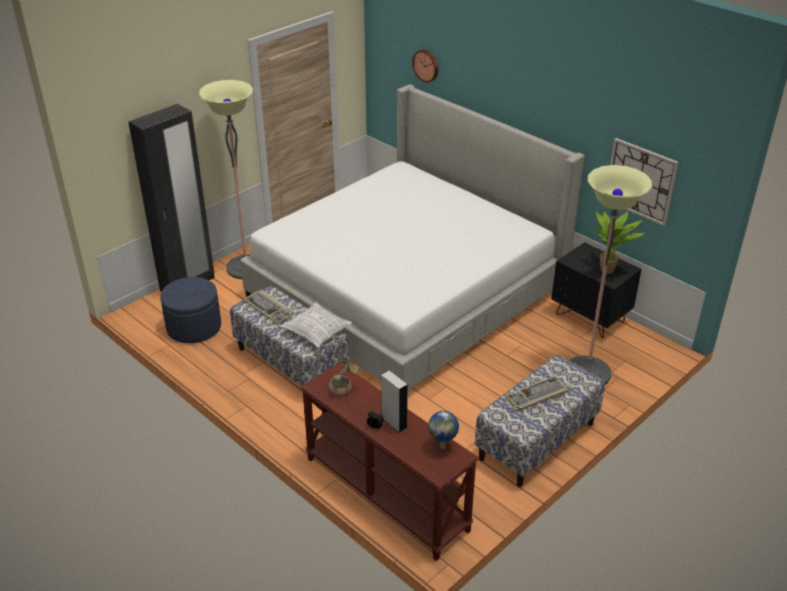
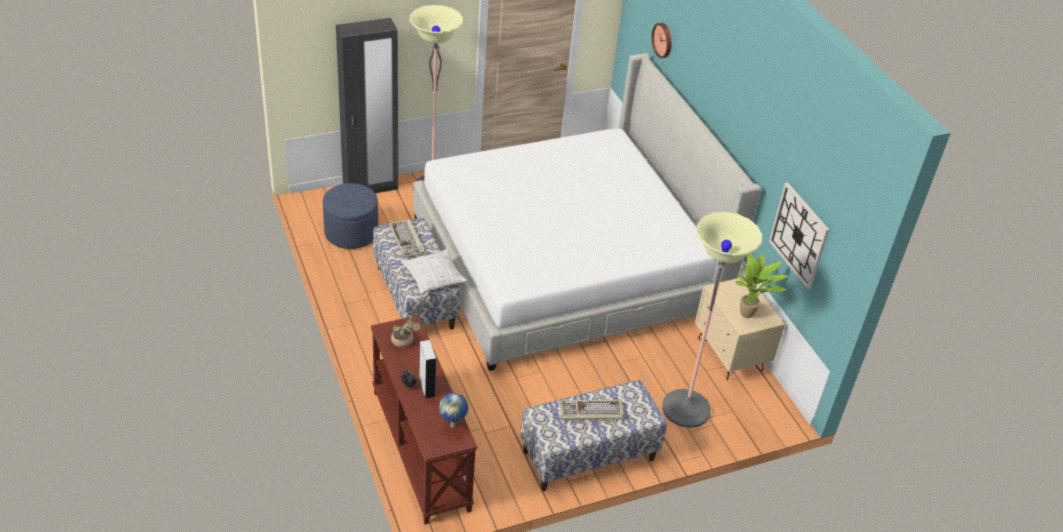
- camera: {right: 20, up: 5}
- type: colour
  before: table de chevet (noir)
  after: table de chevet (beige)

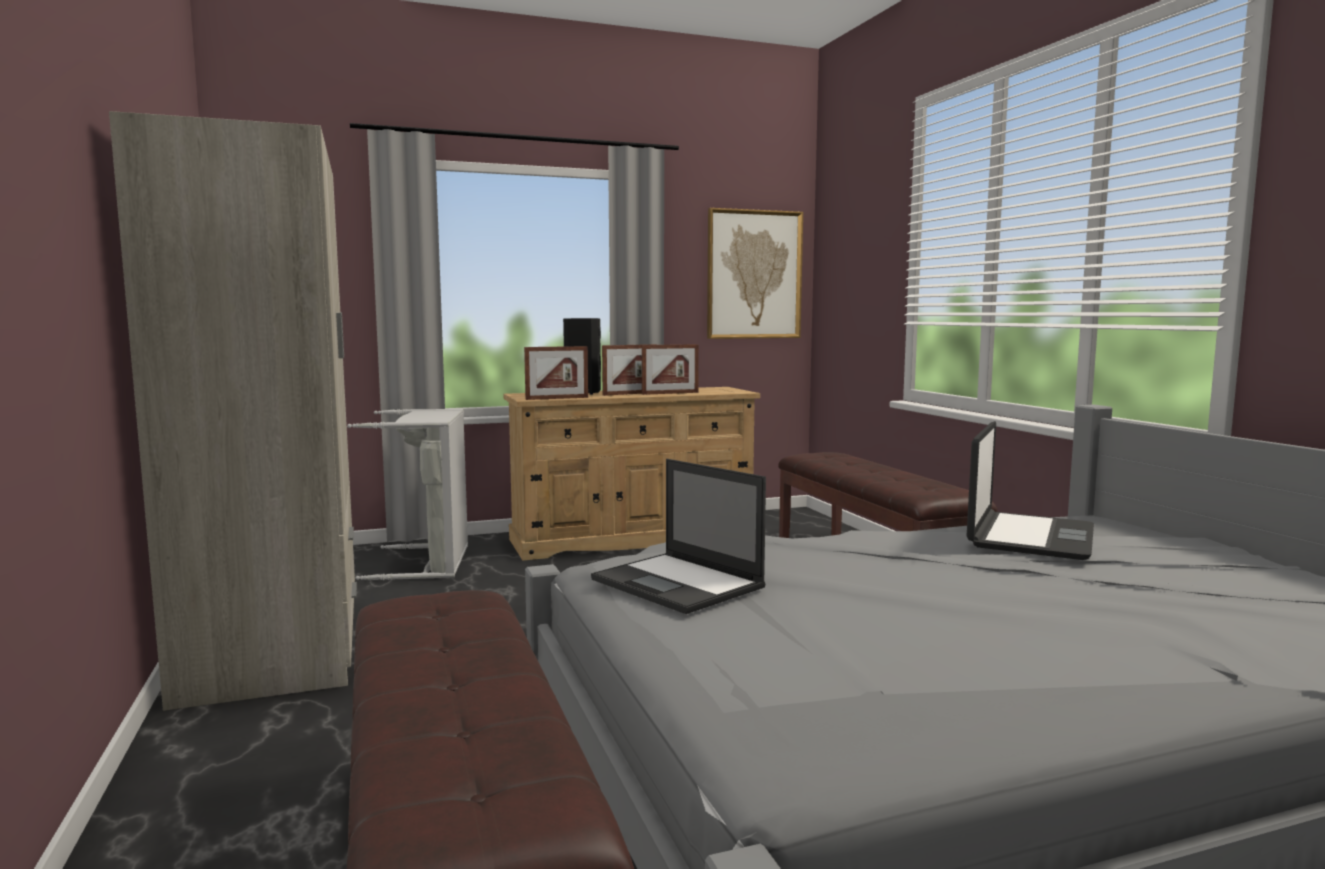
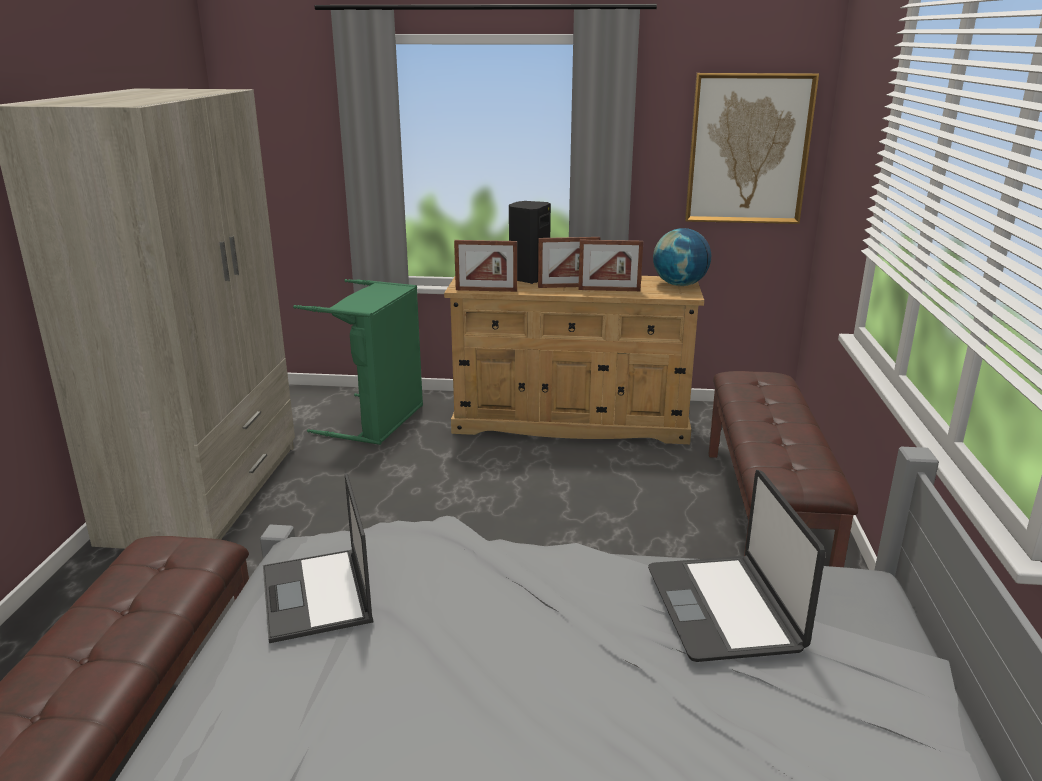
- camera: {right: 25, up: 15}
- type: colour
  before: panier à linge (gris)
  after: panier à linge (vert)
- type: spun
  before: ordinateur portable (no. 2 from left)
  turn: 120
- type: appeared
  after: globe

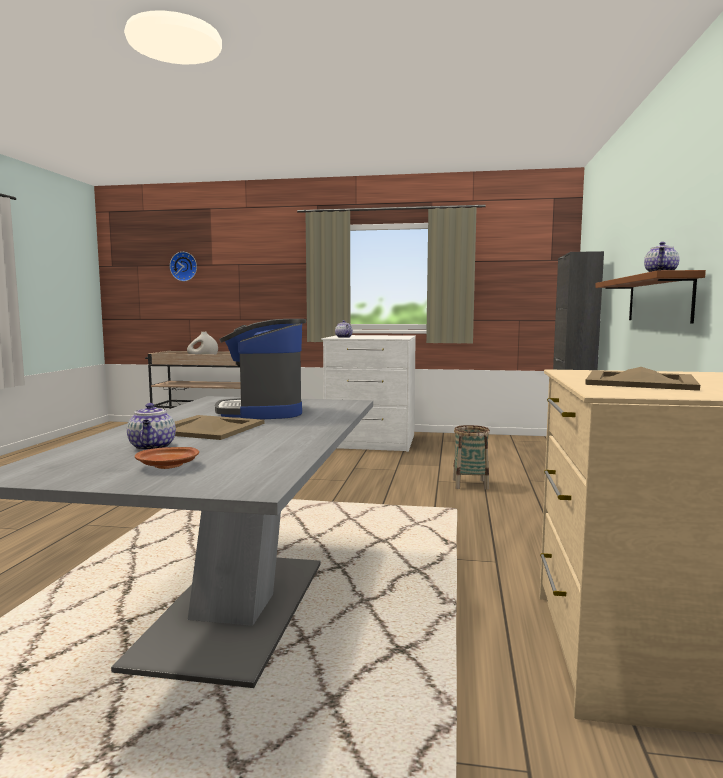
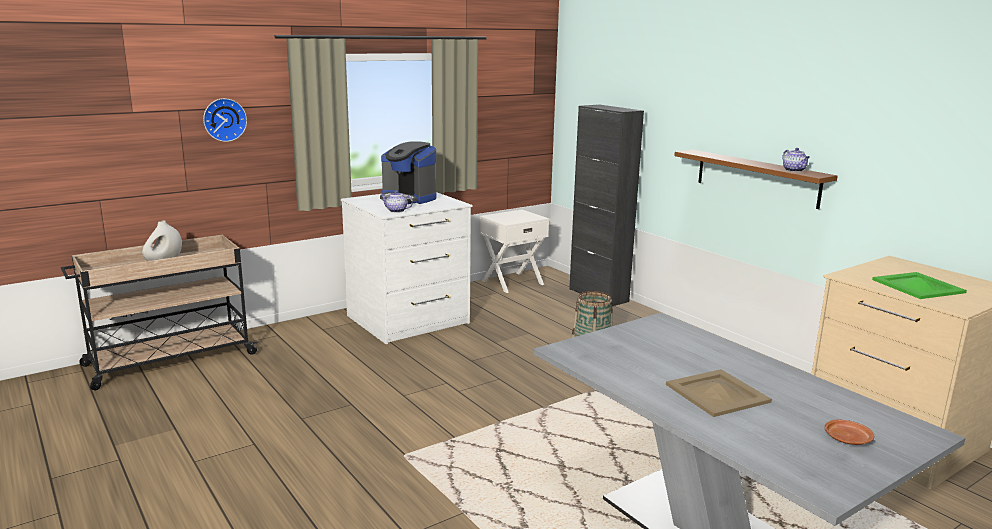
- camera: {right: -45, up: 10}
- type: relocated
  before: horloge murale
- type: relocated
  before: machine à café
- type: colour
  before: plateau (beige) (no. 2 from left)
  after: plateau (vert)
- type: missing
  before: théière (no. 1 from left)
- type: appeared
  after: table de chevet (blanc)

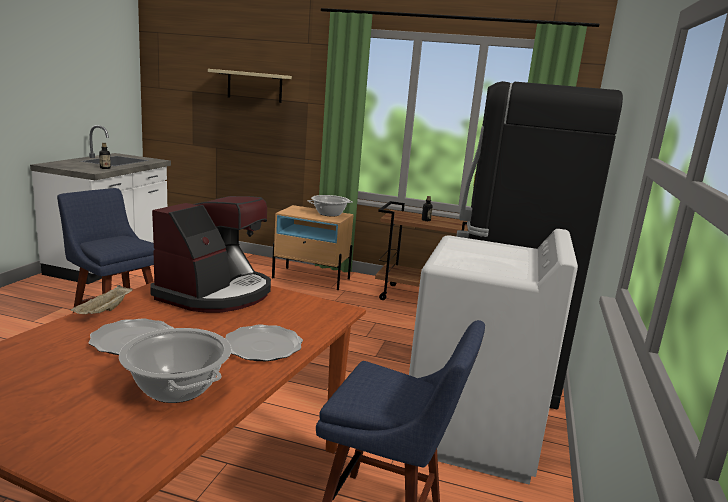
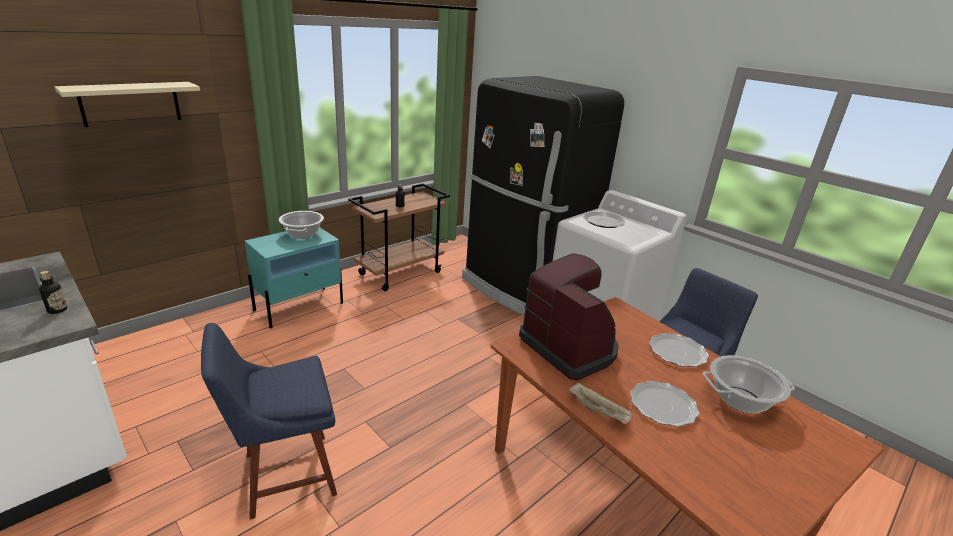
- camera: {right: -60, up: 10}
- type: colour
  before: table de chevet (beige)
  after: table de chevet (turquoise)
- type: appeared
  after: assiette (no. 1 from left)

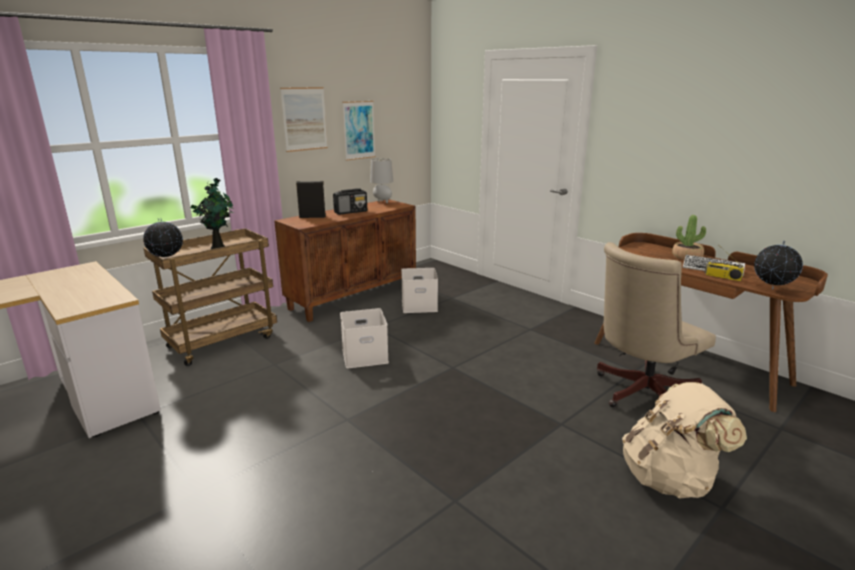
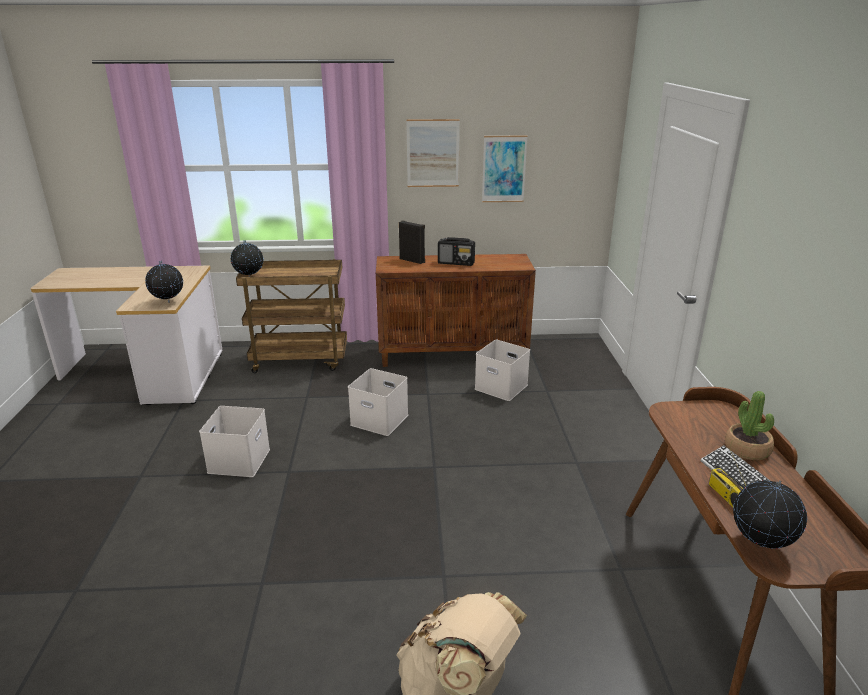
- camera: {right: 40, up: 5}
- type: missing
  before: lampe de table (gris)
- type: missing
  before: plante en pot (no. 1 from left)
- type: missing
  before: chaise de bureau (beige)
- type: appeared
  after: globe (no. 1 from left)
- type: appeared
  after: boîte de rangement (blanc) (no. 1 from left)

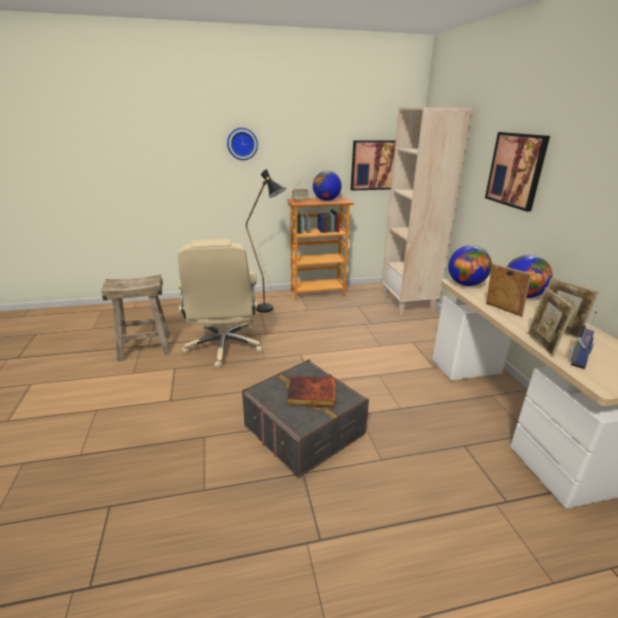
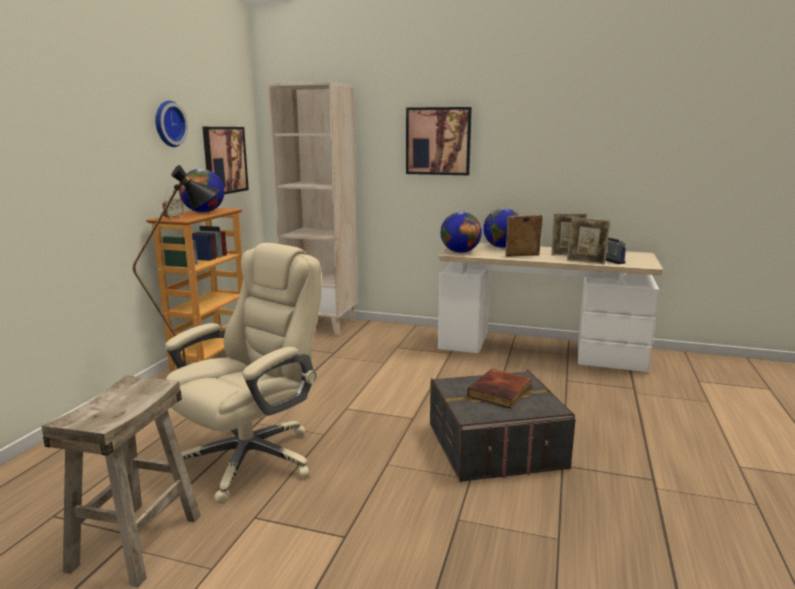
- camera: {right: -60, up: -10}
- type: relocated
  before: horloge murale
- type: spun
  before: chaise de bureau (beige)
  turn: -75

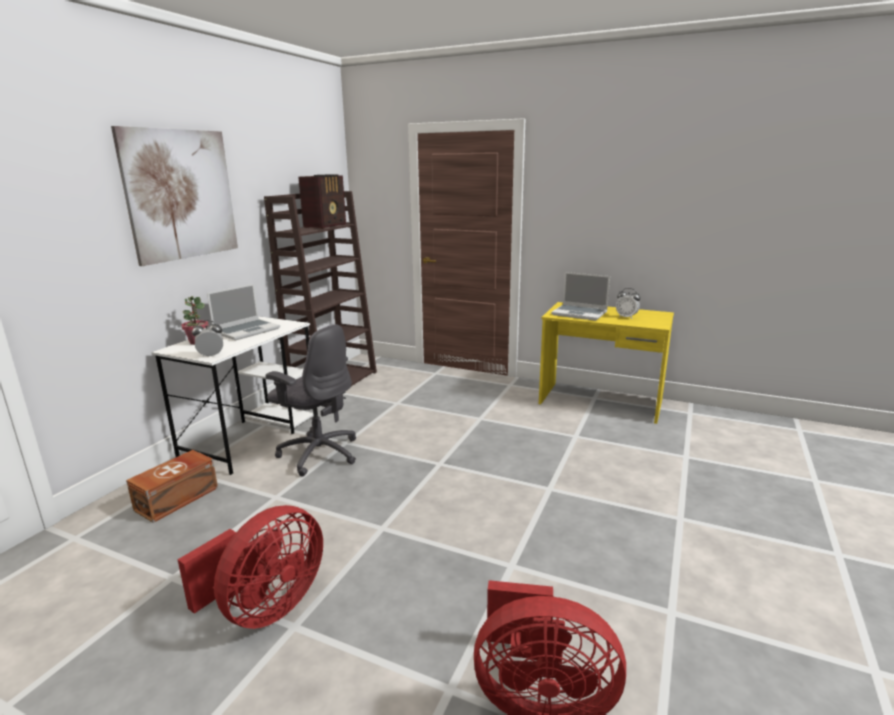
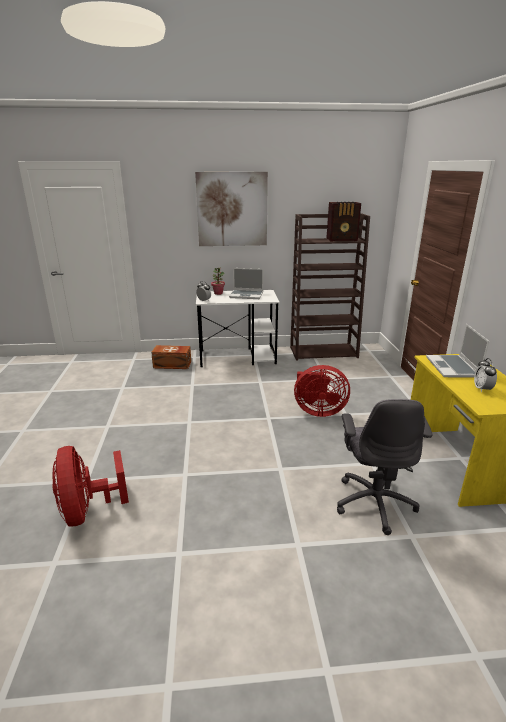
- camera: {right: 60, up: 5}
- type: relocated
  before: chaise de bureau (gris)
- type: relocated
  before: ventilateur (rouge) (no. 1 from left in the first image)
  after: ventilateur (rouge) (no. 2 from left)

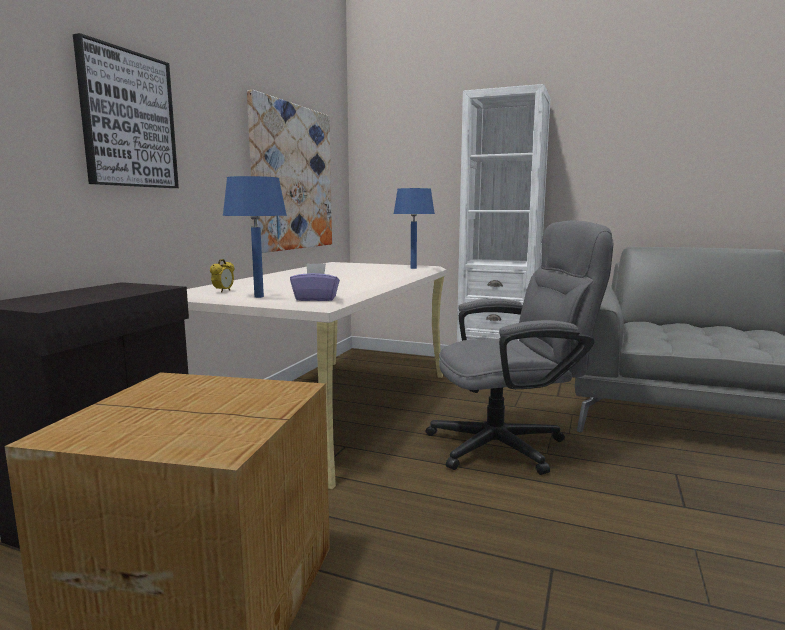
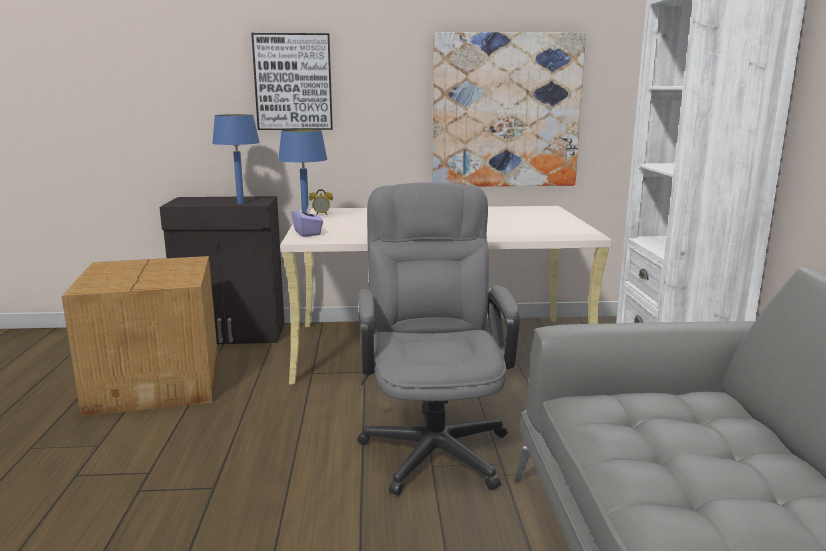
- camera: {right: 65, up: 5}
- type: relocated
  before: lampe de table (bleu) (no. 2 from left in the first image)
  after: lampe de table (bleu) (no. 1 from left)
- type: spun
  before: chaise de bureau (gris)
  turn: -150

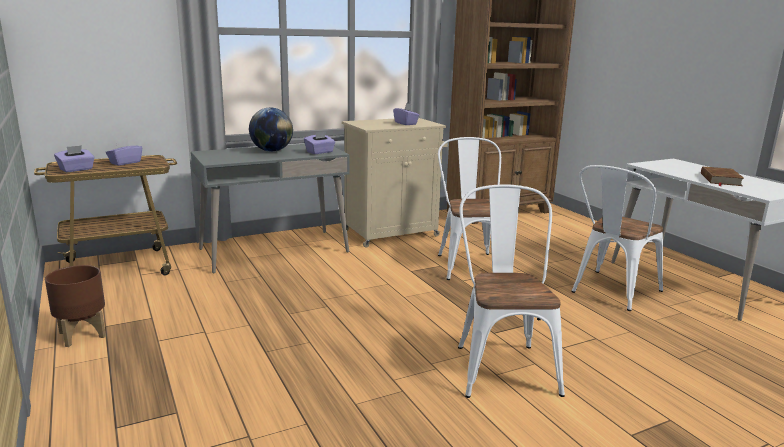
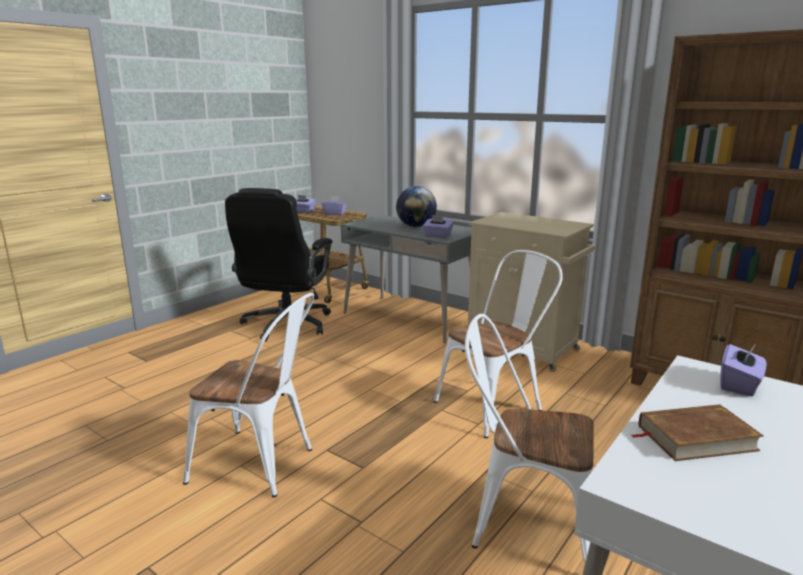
- camera: {right: 65, up: 0}
- type: relocated
  before: boîte à mouchoirs (violet) (no. 4 from left)
- type: spun
  before: chaise (blanc) (no. 2 from left in the first image)
  turn: 45
- type: missing
  before: cache-pot (marron)
- type: appeared
  after: chaise de bureau (noir)

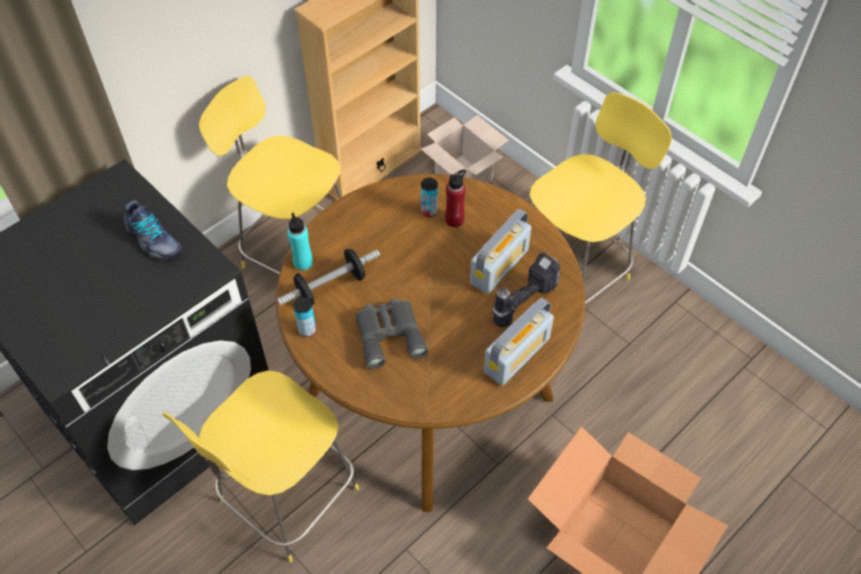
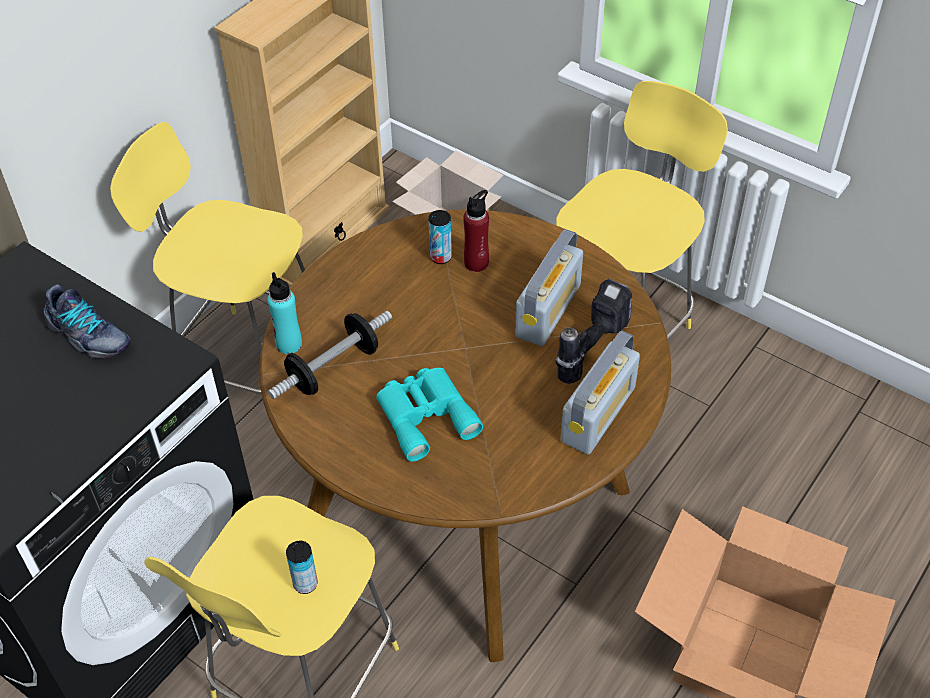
- camera: {right: -10, up: -5}
- type: relocated
  before: boîte métallique (no. 1 from left)
- type: colour
  before: jumelles (gris)
  after: jumelles (turquoise)

